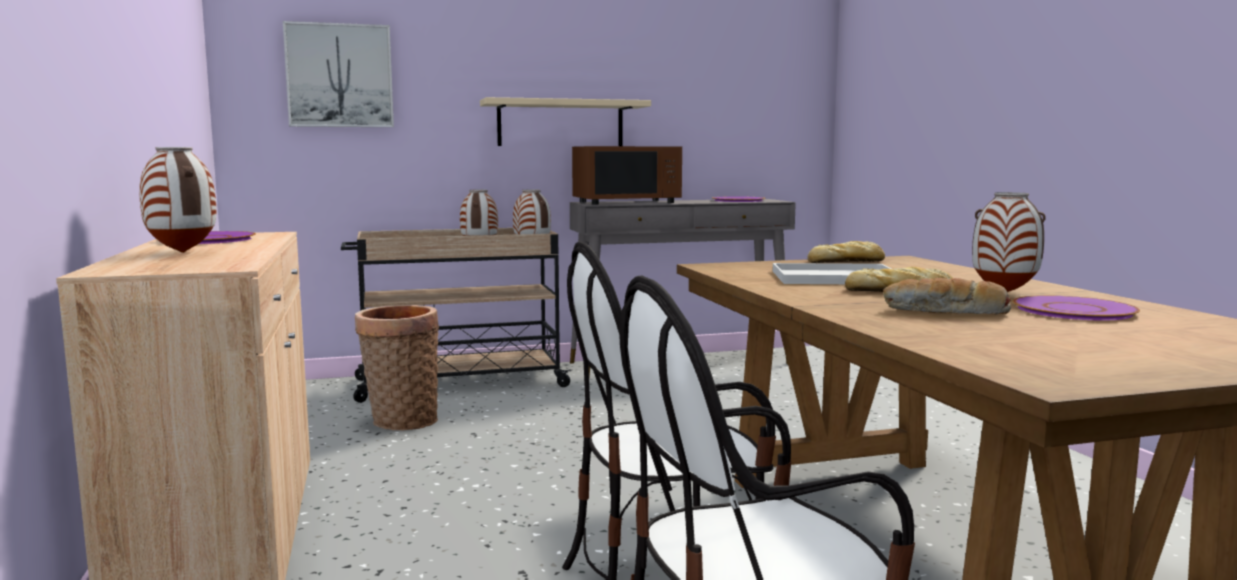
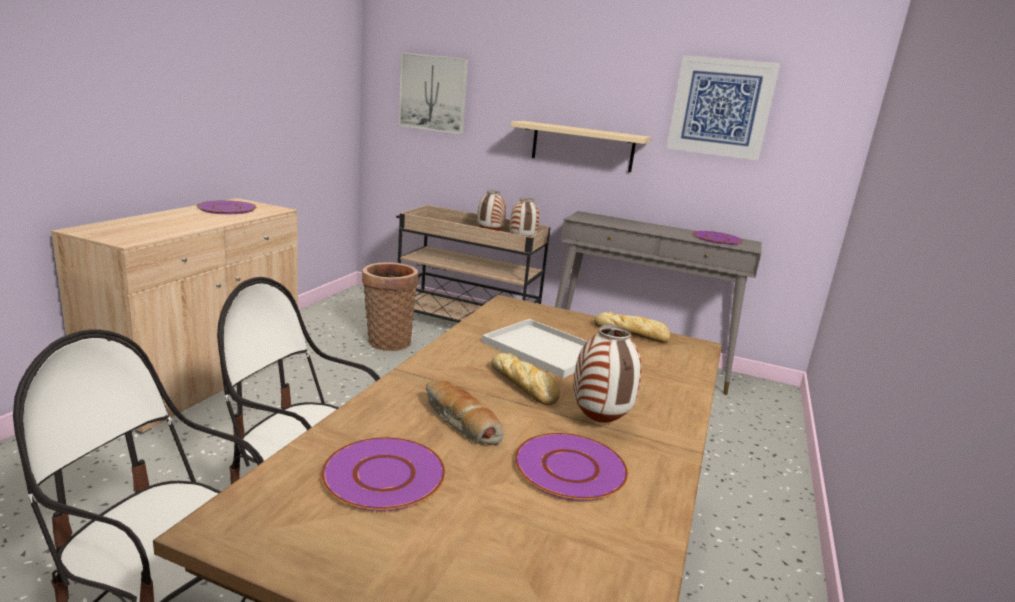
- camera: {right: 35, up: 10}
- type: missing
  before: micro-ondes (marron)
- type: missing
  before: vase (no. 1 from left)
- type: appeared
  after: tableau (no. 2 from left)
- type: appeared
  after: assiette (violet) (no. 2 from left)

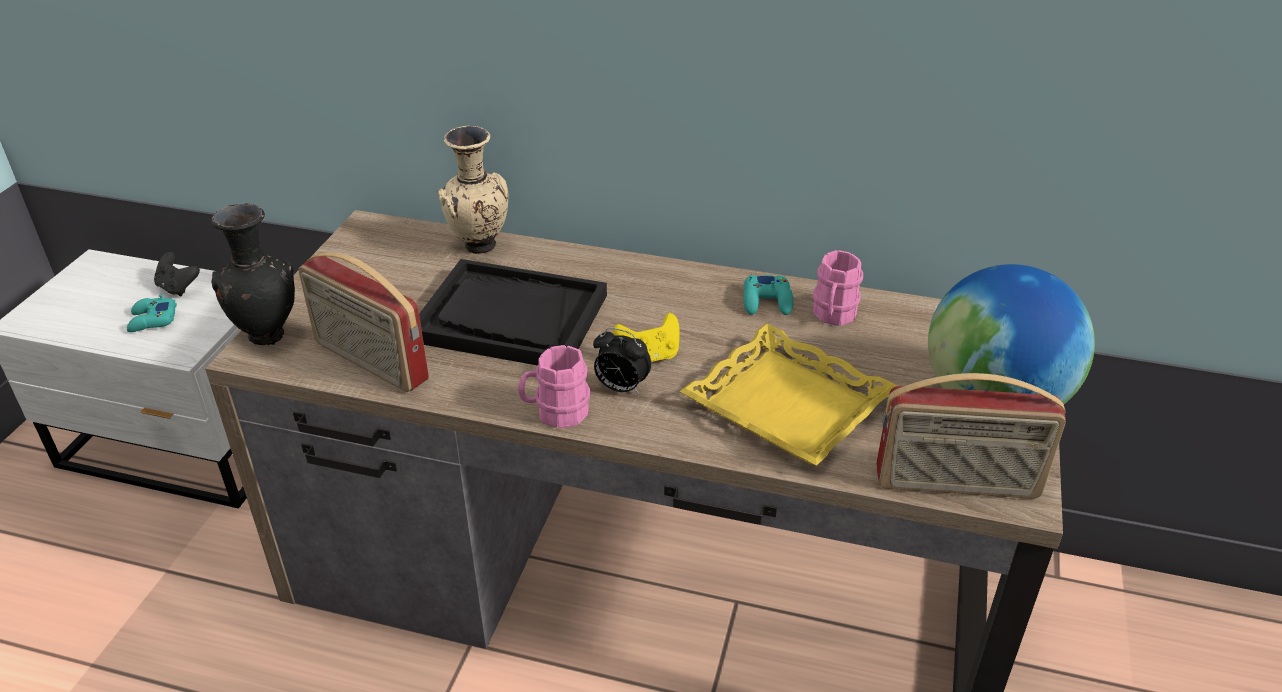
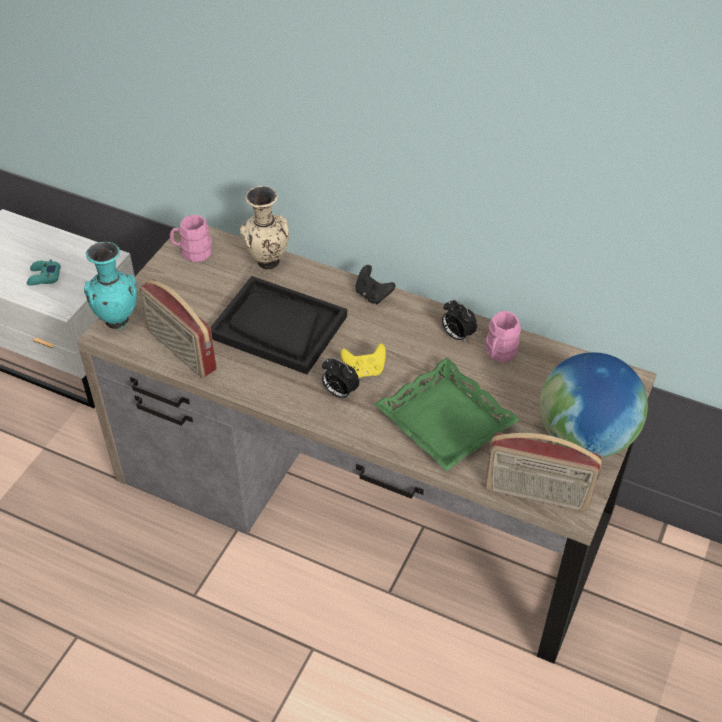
- camera: {right: 10, up: 10}
- type: colour
  before: vase (noir)
  after: vase (turquoise)
- type: relocated
  before: manette (noir)
- type: exchanged
  before: manette (turquoise) (no. 2 from left)
  after: réveil (no. 2 from left)
- type: colour
  before: plateau (jaune)
  after: plateau (vert)
- type: relocated
  before: mug (rose) (no. 1 from left)

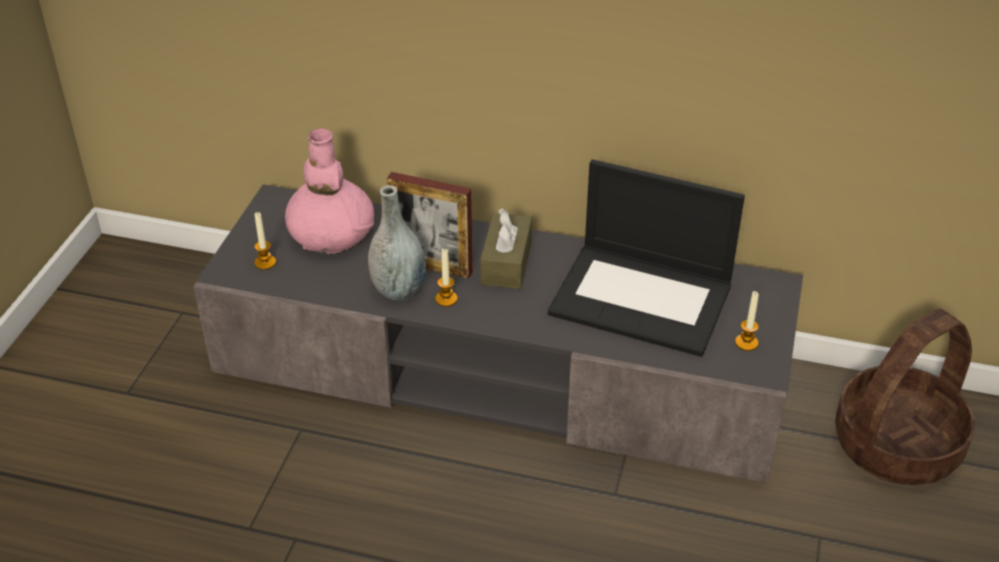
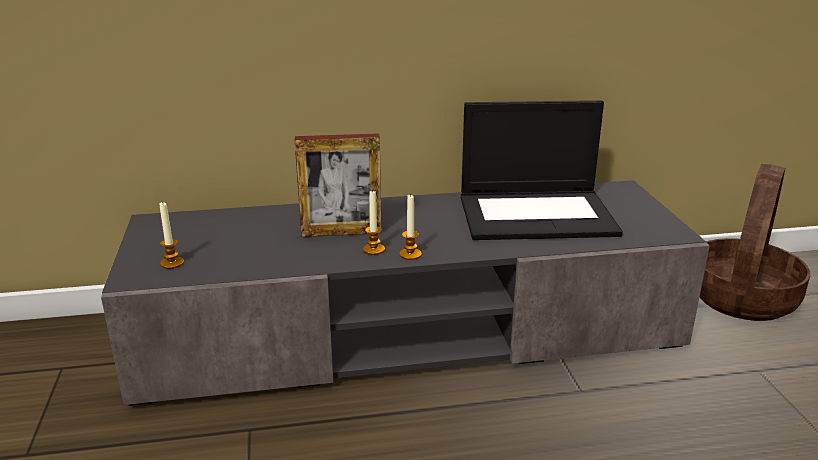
- camera: {right: -25, up: -15}
- type: missing
  before: vase (rose)
- type: missing
  before: vase (gris)
- type: missing
  before: boîte à mouchoirs (marron)
- type: relocated
  before: bougie (no. 3 from left)

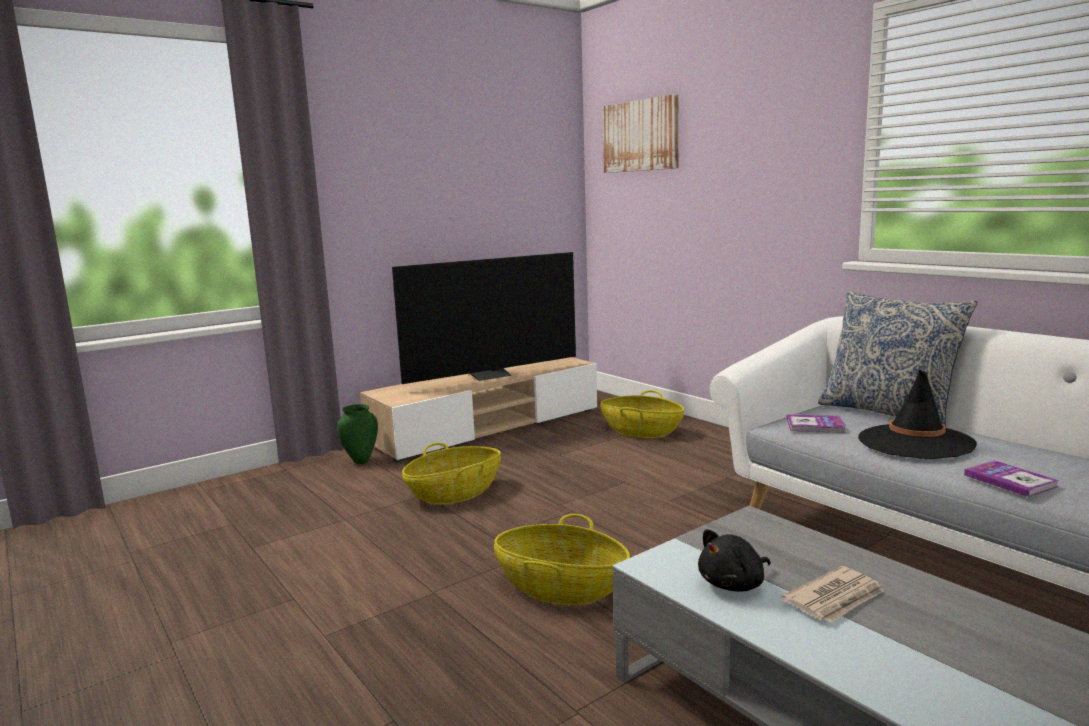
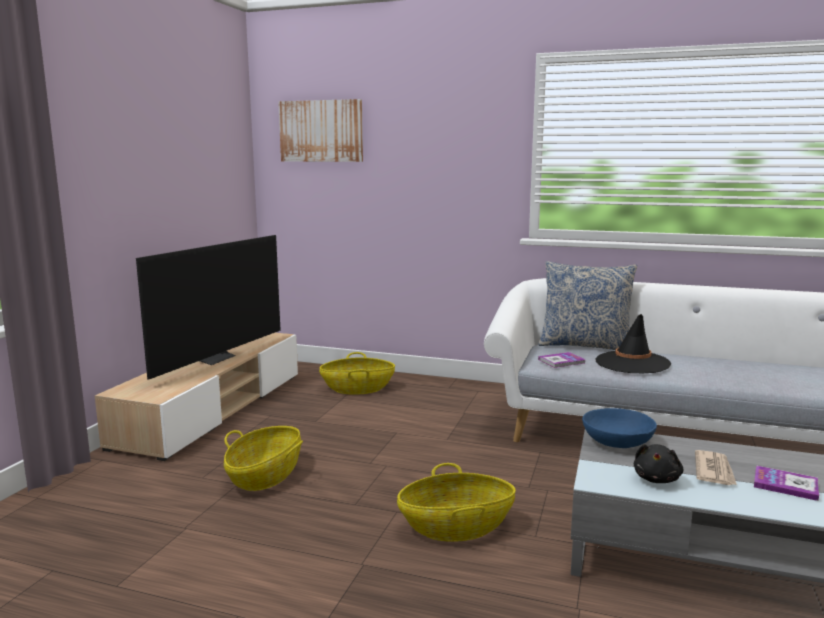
- camera: {right: -35, up: 0}
- type: missing
  before: vase (vert)
- type: relocated
  before: livre (no. 2 from left)
- type: appeared
  after: bol (bleu)

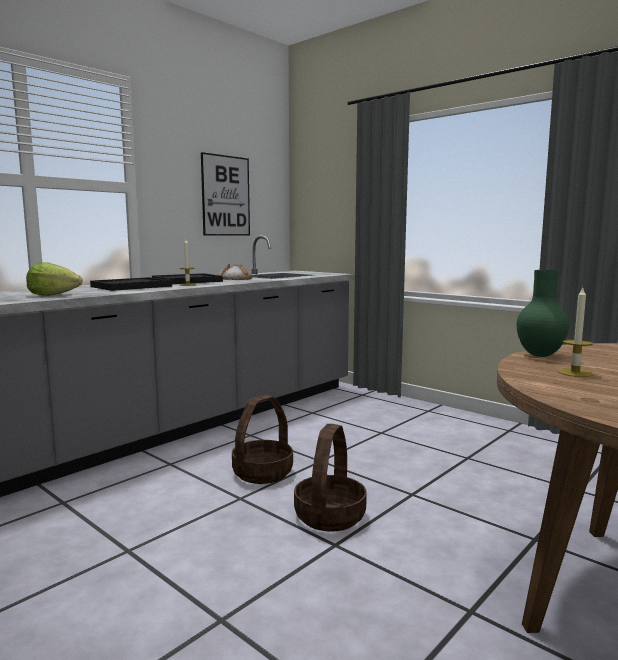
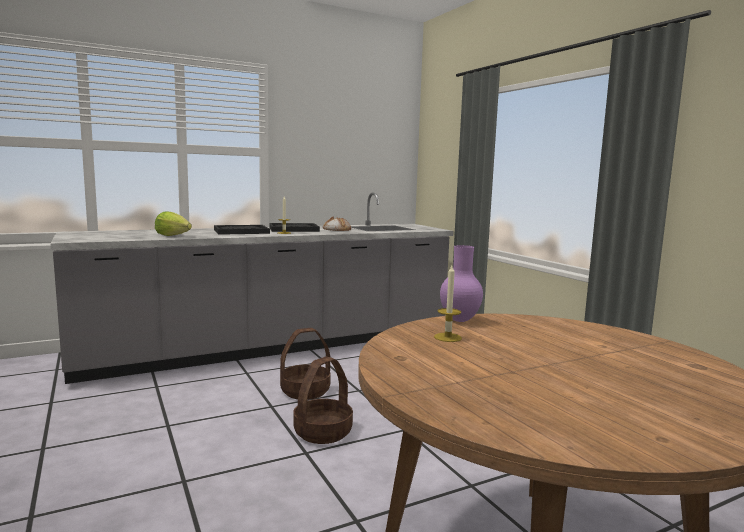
- camera: {right: 20, up: 0}
- type: missing
  before: tableau
- type: colour
  before: vase (vert)
  after: vase (violet)

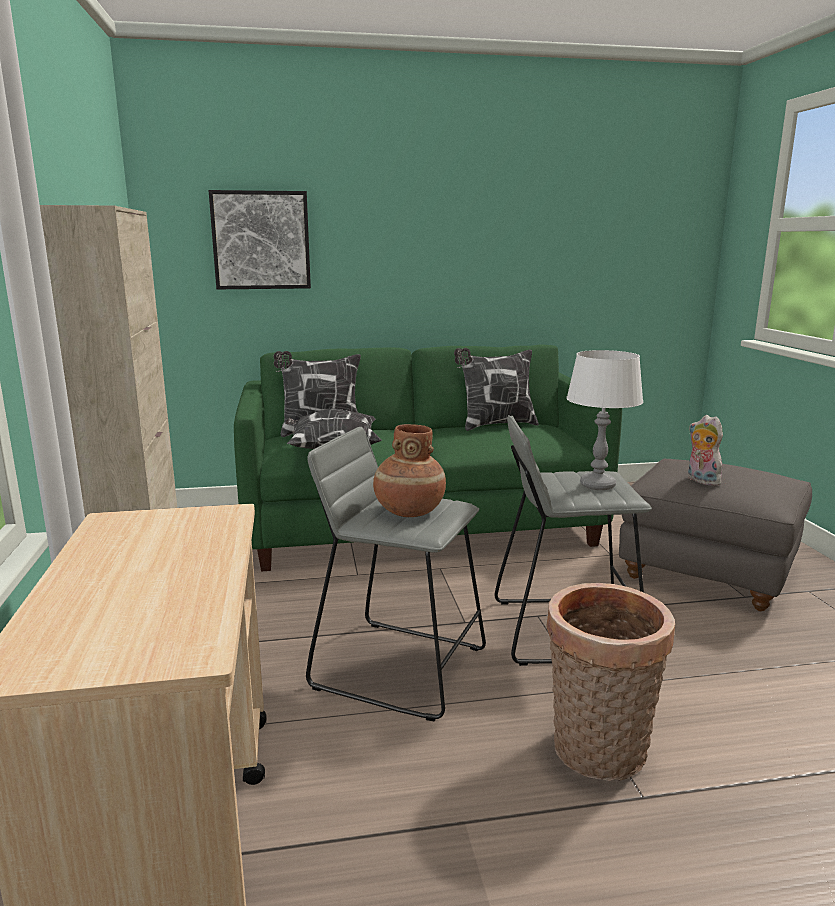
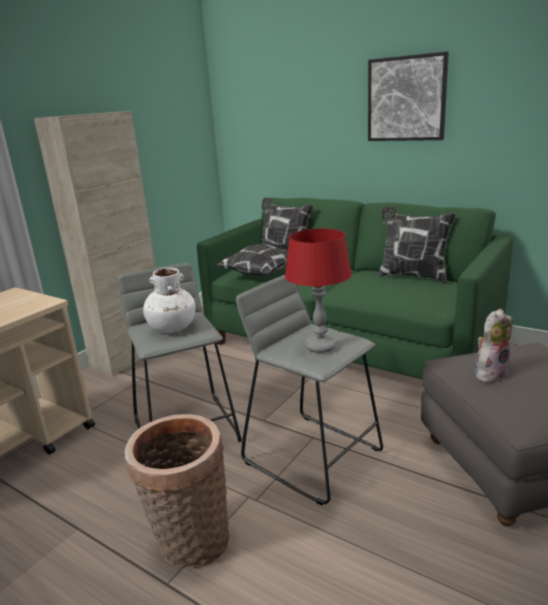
- camera: {right: 45, up: 5}
- type: relocated
  before: tableau
- type: colour
  before: lampe de table (blanc)
  after: lampe de table (rouge)
- type: spun
  before: peluche
  turn: 45
- type: colour
  before: vase (marron)
  after: vase (blanc)

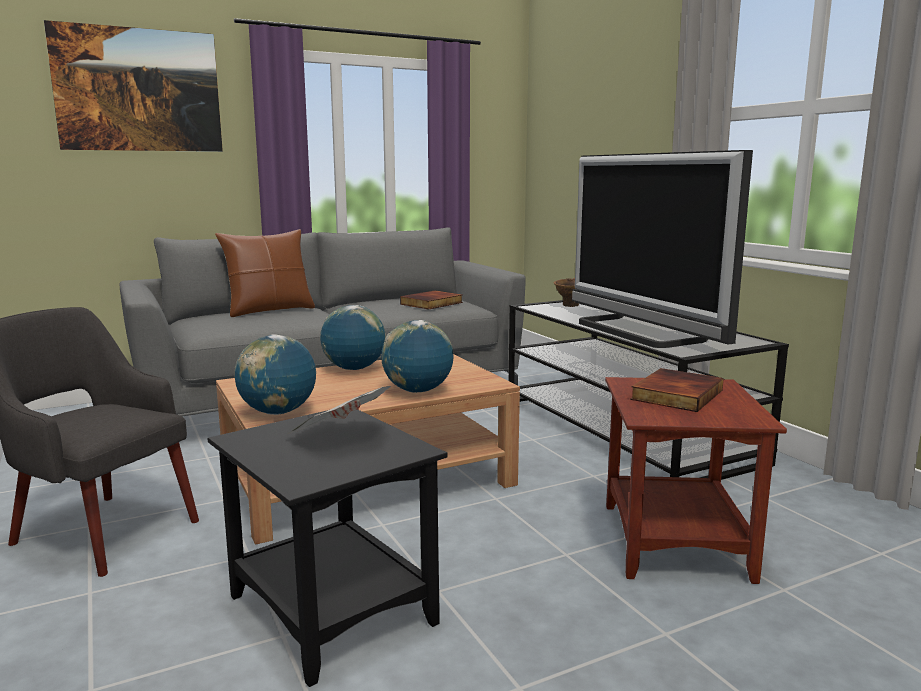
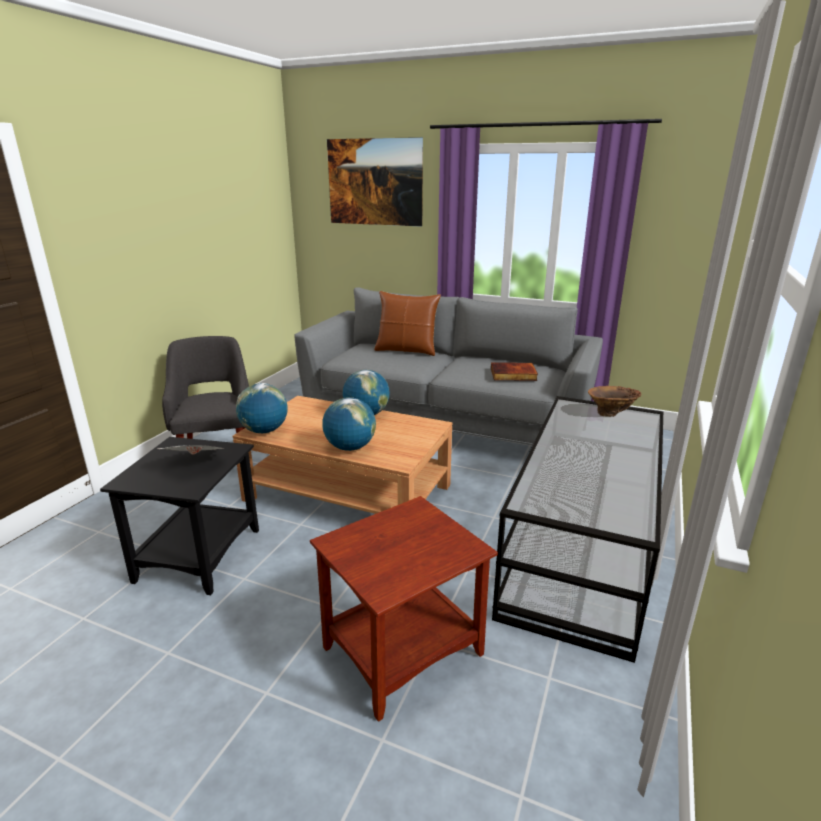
- camera: {right: 50, up: 10}
- type: missing
  before: téléviseur
- type: missing
  before: livre (no. 2 from left)

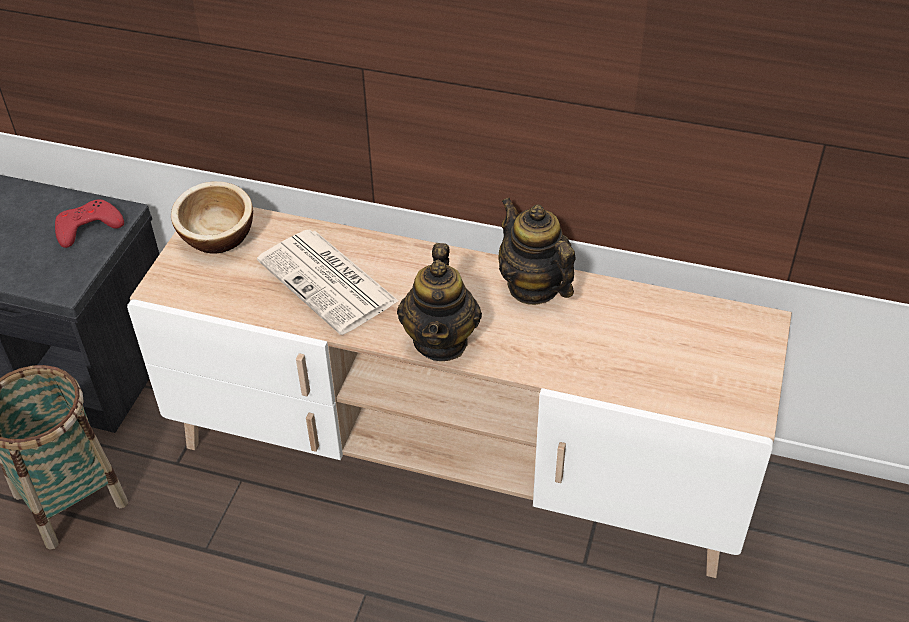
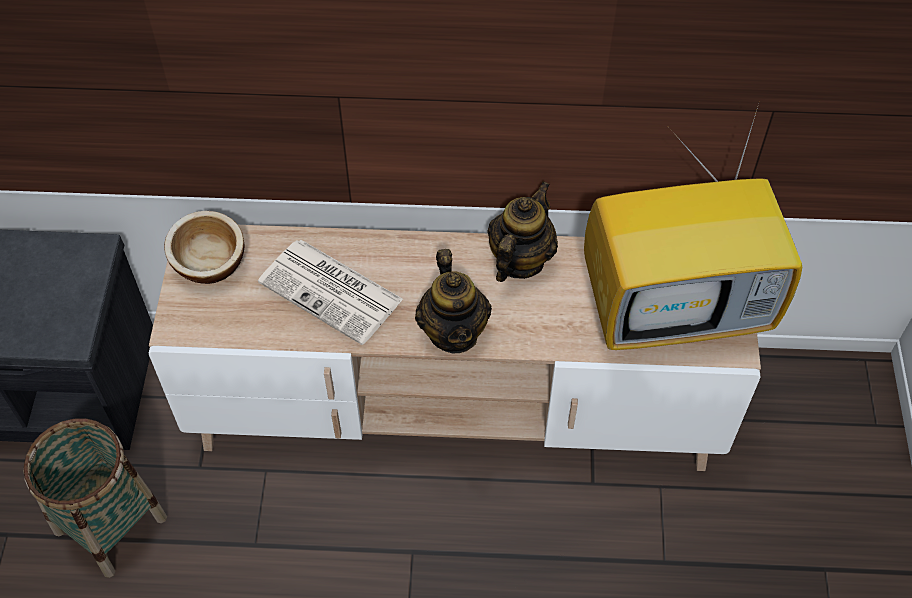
- camera: {right: -15, up: 10}
- type: spun
  before: théière (no. 2 from left)
  turn: 75
- type: missing
  before: manette (rouge)
- type: appeared
  after: téléviseur

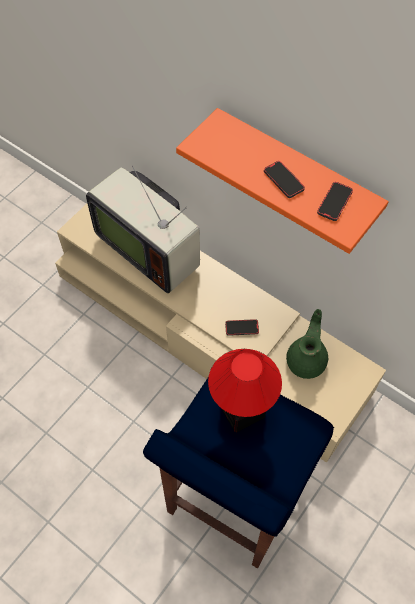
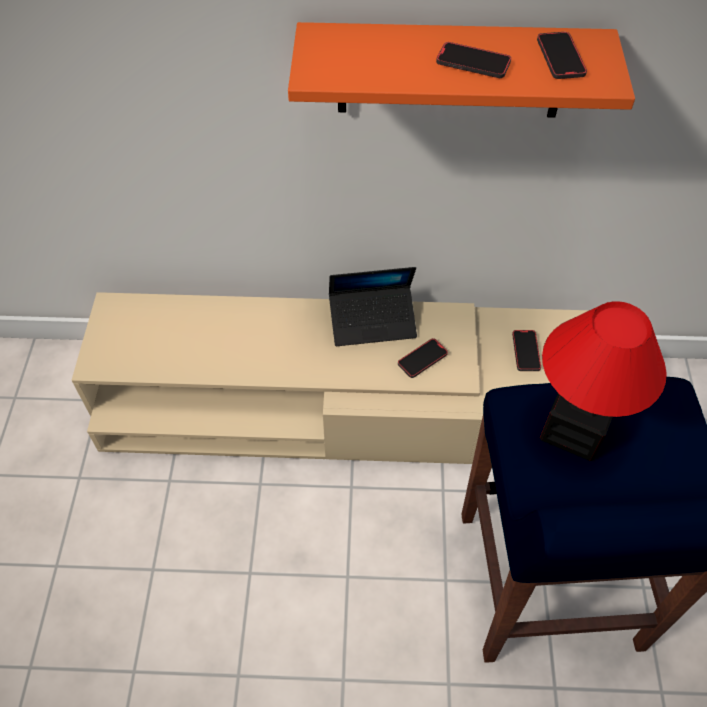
- camera: {right: -35, up: -5}
- type: missing
  before: téléviseur
- type: exchanged
  before: théière (vert)
  after: téléphone (no. 3 from left)
- type: appeared
  after: ordinateur portable

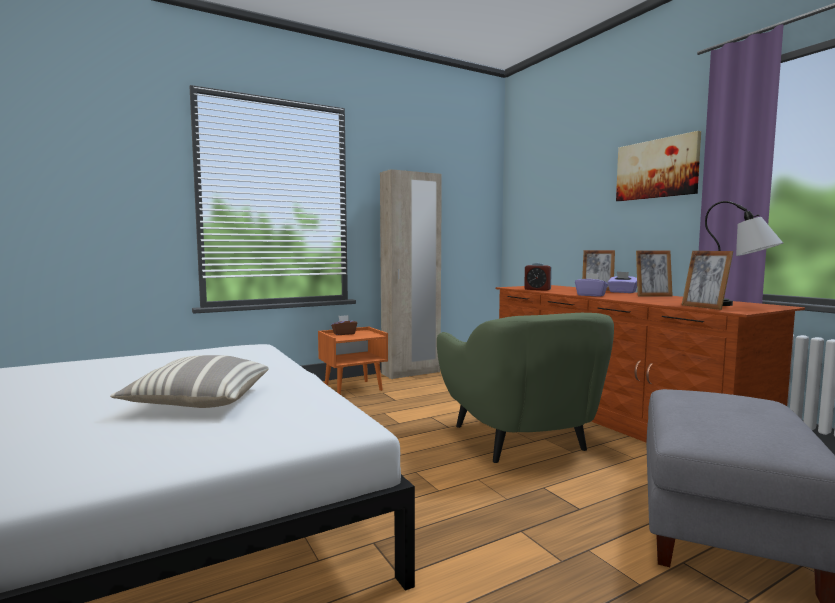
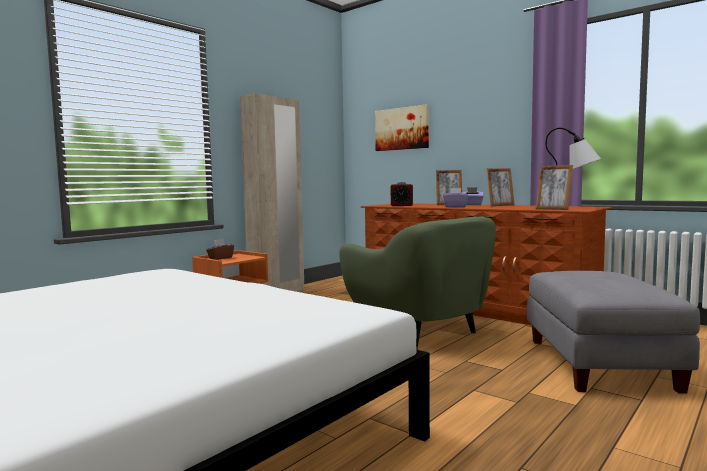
- camera: {right: -20, up: 0}
- type: relocated
  before: tableau
- type: missing
  before: coussin

